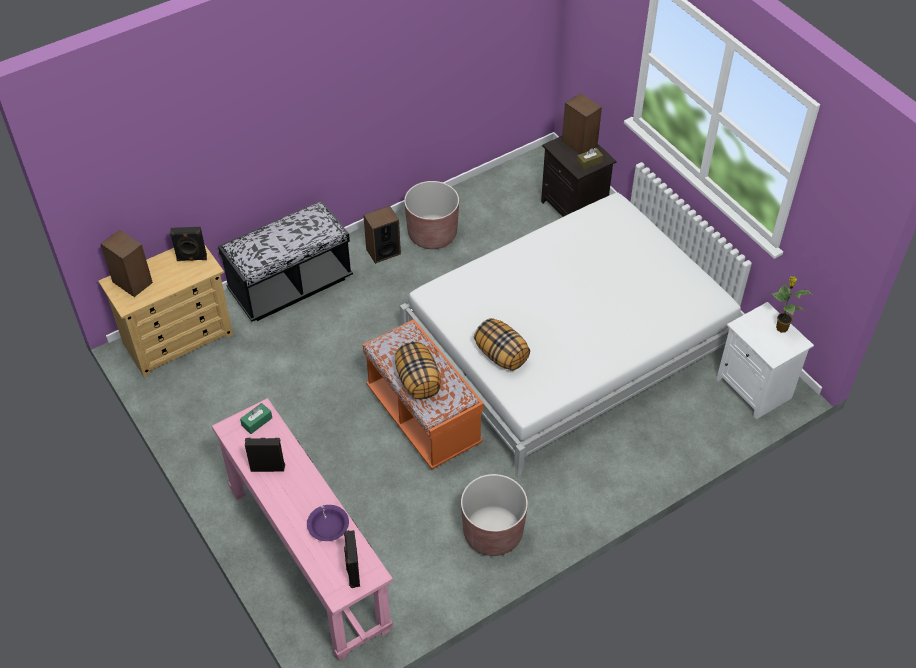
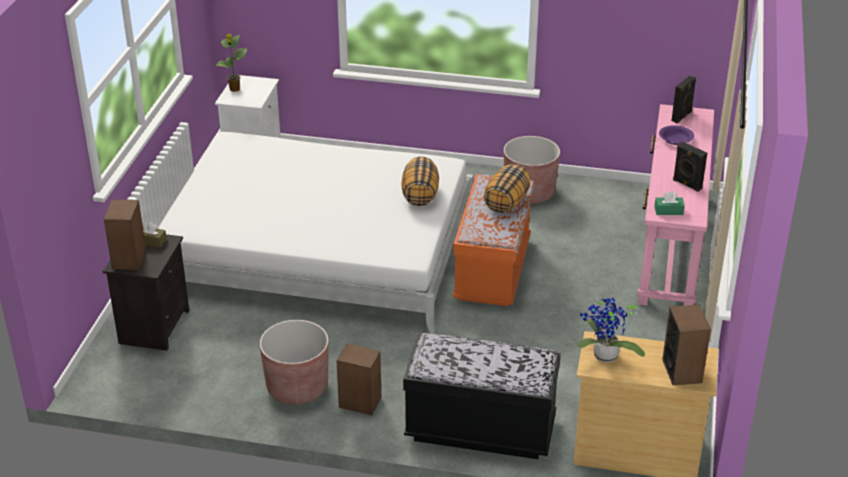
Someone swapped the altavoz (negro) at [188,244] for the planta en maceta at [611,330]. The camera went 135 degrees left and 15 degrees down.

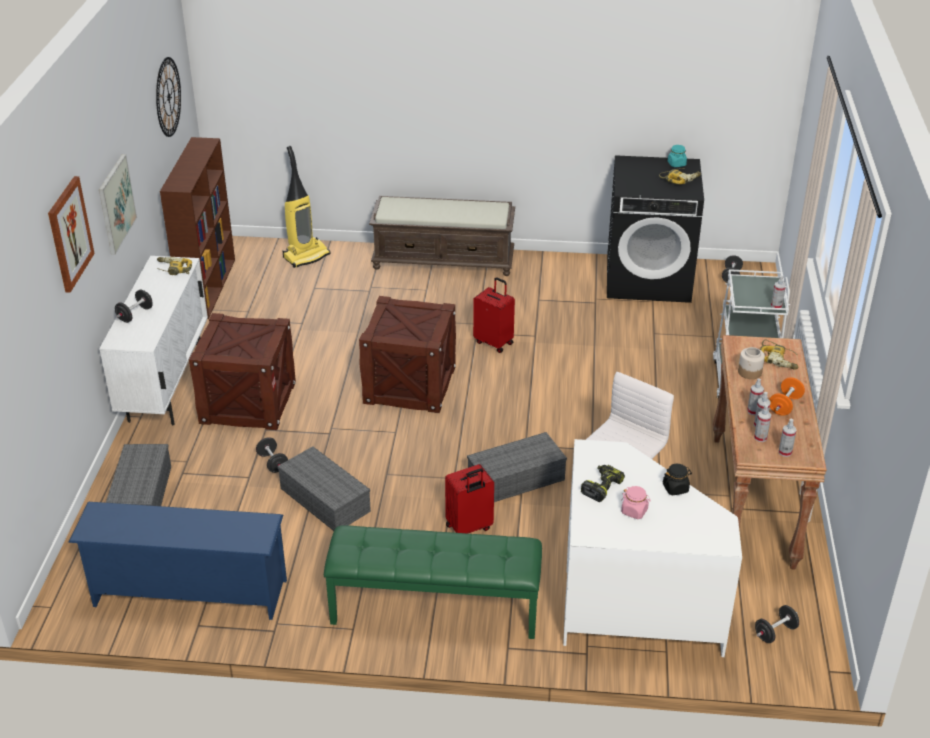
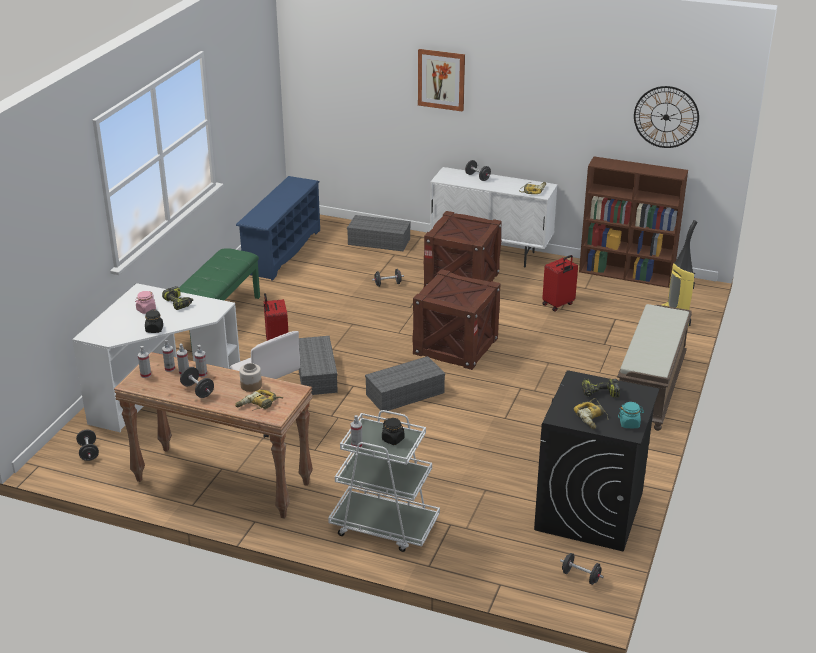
Someone repainted the mancuerna (naranja) at [787,396], which became the mancuerna (negro) at [197,382]. Someone carried the caja de almacenaje (gris) from [324,488] to [405,384]. Someone put down the tarro (negro) at [393,431]. Someone carried the maleta (rojo) from [494,315] to [560,283]. Someone put down the taladro at [601,388]. Someone took away the cuadro at [118,204]. The camera went 105 degrees right and 5 degrees down.

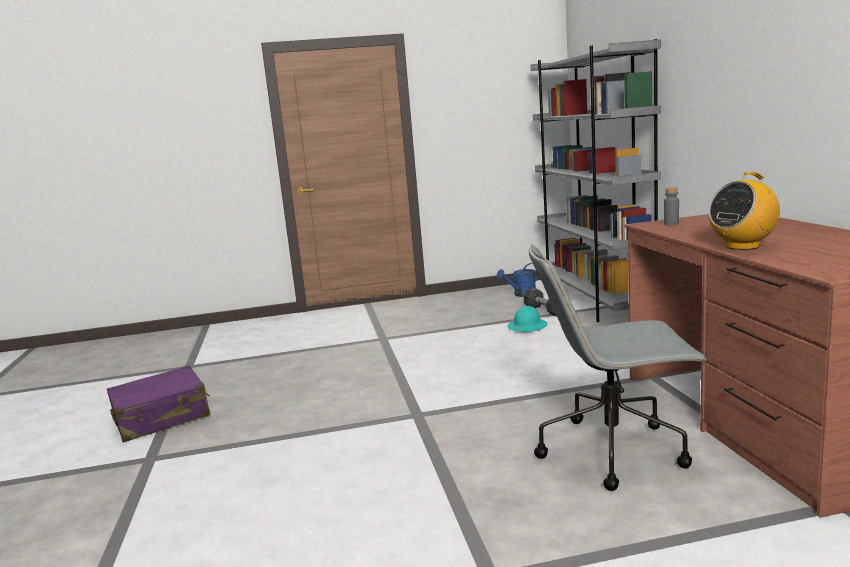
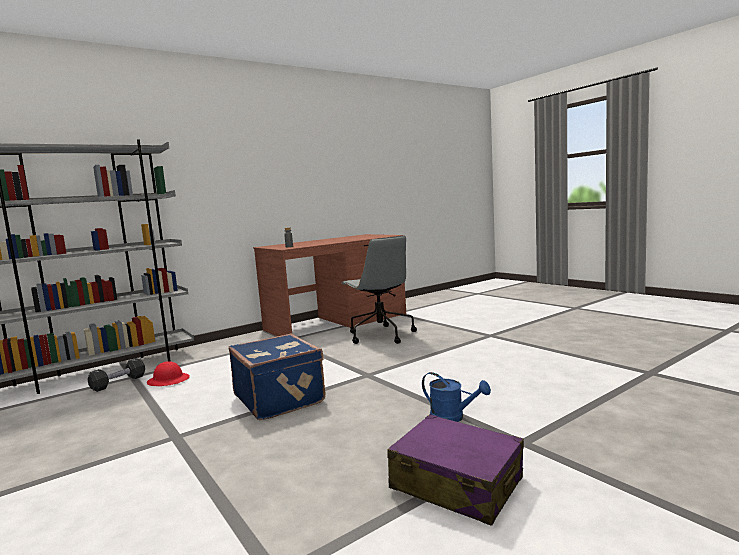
Someone repainted the casco (turquesa) at [528,319], which became the casco (rojo) at [168,373]. Someone put down the maleta (azul) at [277,377]. Someone carried the regadera (azul) from [517,280] to [456,397]. Someone took away the radio at [744,211]. The camera went 115 degrees left and 5 degrees down.

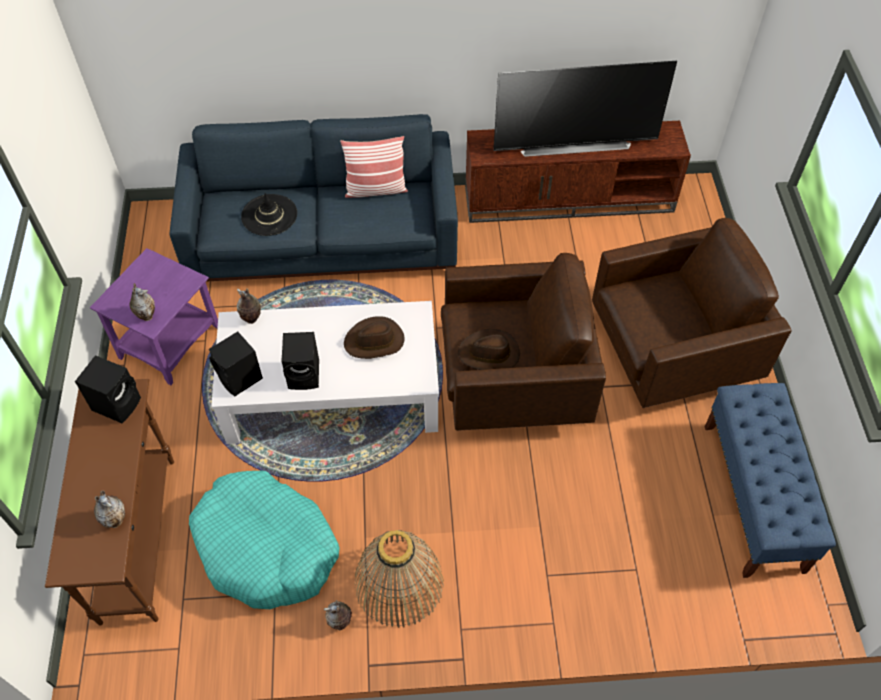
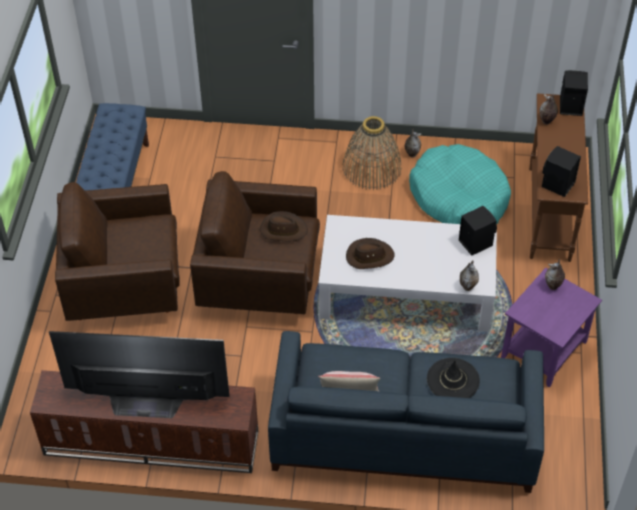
Someone carried the altavoz (negro) from [300,361] to [574,93]. The camera went 170 degrees left and 5 degrees down.

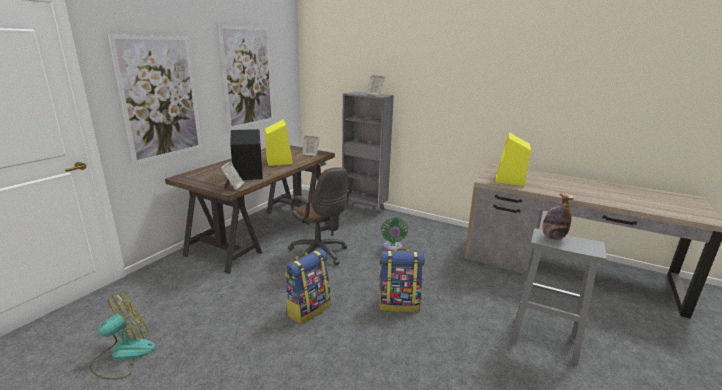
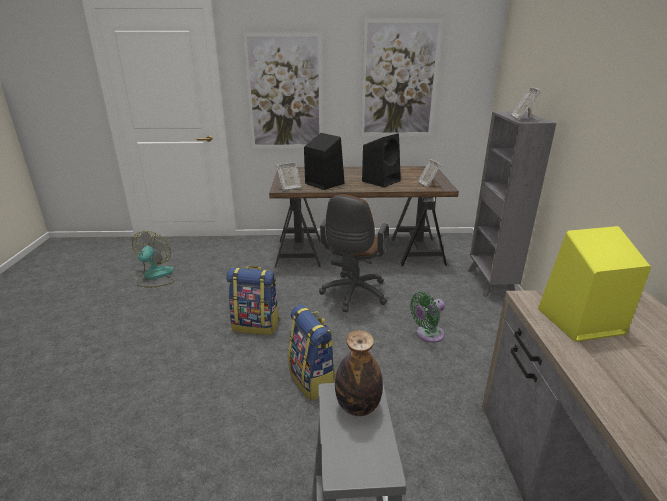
Someone rotated the ventilador at [122,336] by 90 degrees counterclockwise. Someone repainted the altavoz (amarillo) at [279,143], which became the altavoz (negro) at [381,160]. The camera went 60 degrees right and 5 degrees up.

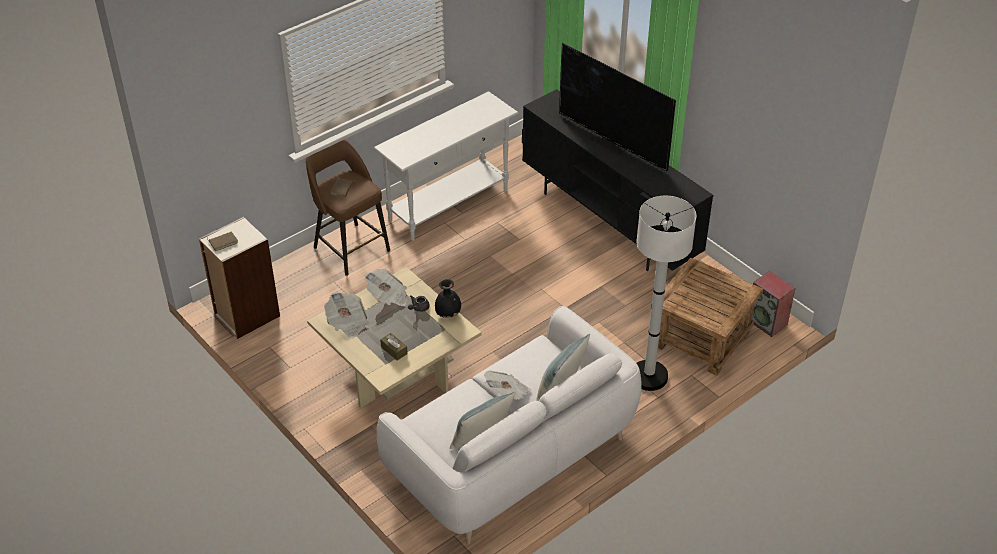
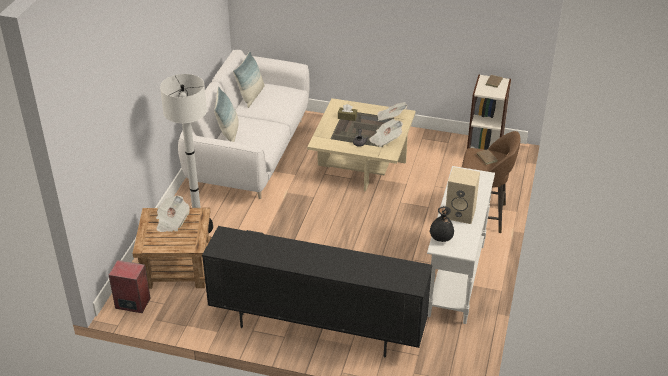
Someone carried the periódico from [507,385] to [173,213]. Someone carried the florero (negro) from [448,298] to [441,224]. Someone put down the altavoz (beis) at [463,195]. Someone took away the televisor at [617,106]. The camera went 145 degrees right and 5 degrees down.

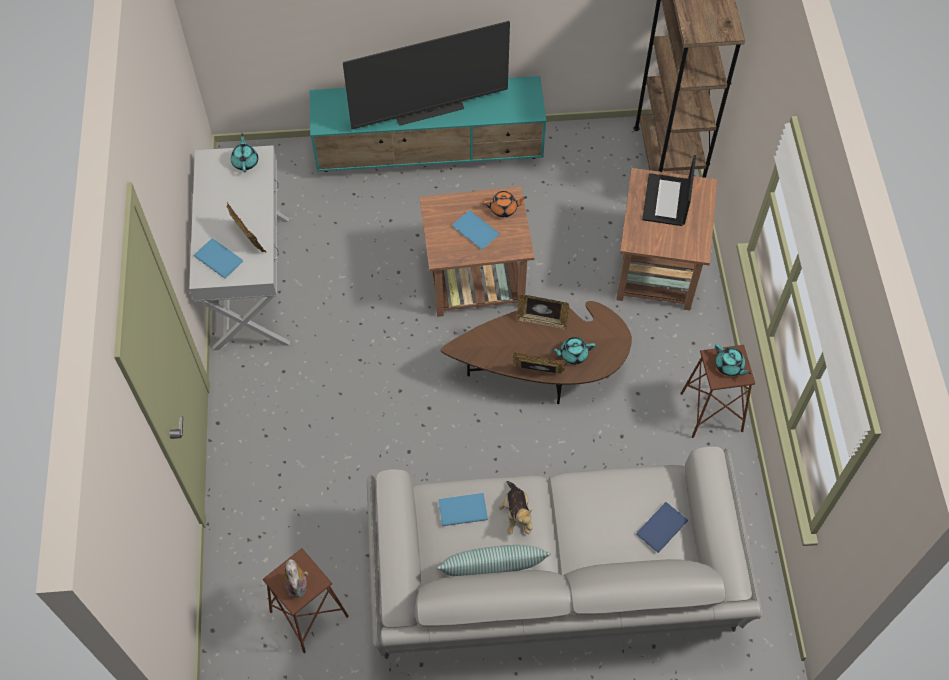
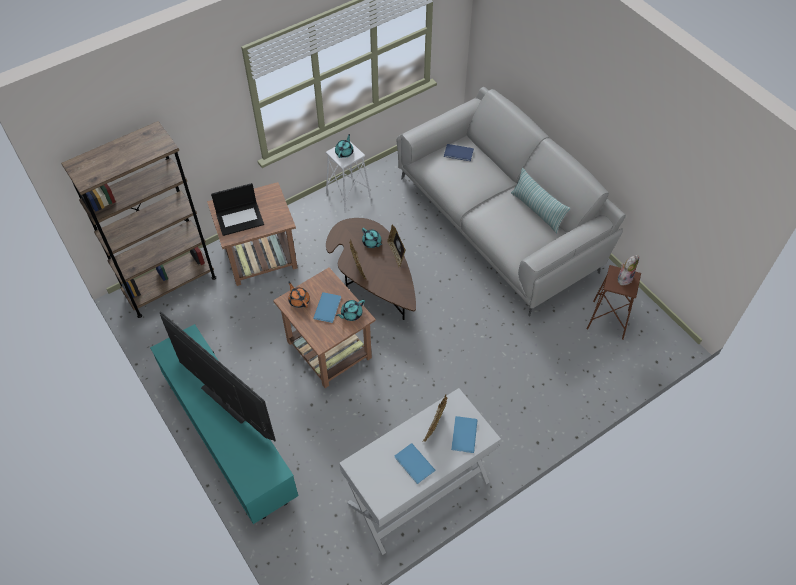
Someone repainted the taburete (marrón) at [717,391], which became the taburete (blanco) at [348,177]. Someone carried the tetera (turquesa) from [244,153] to [350,310]. Someone carried the libro (azul) from [463,509] to [415,463]. Someone took away the peluche at [516,507]. The camera went 120 degrees left and 5 degrees down.

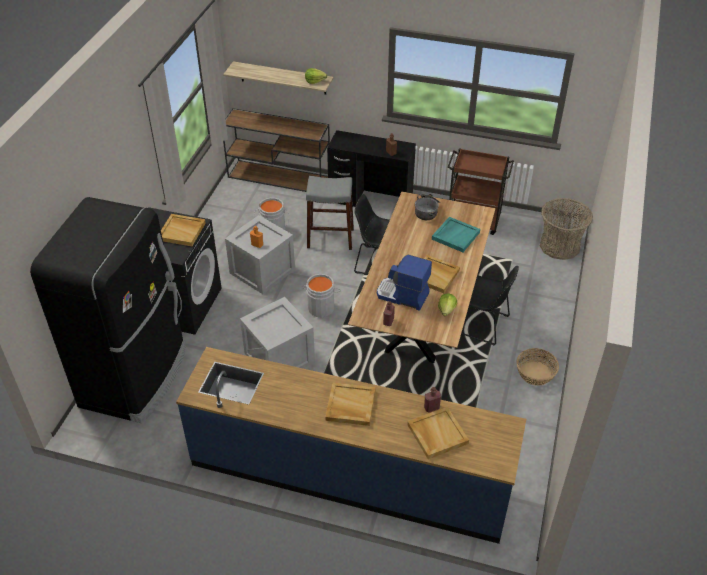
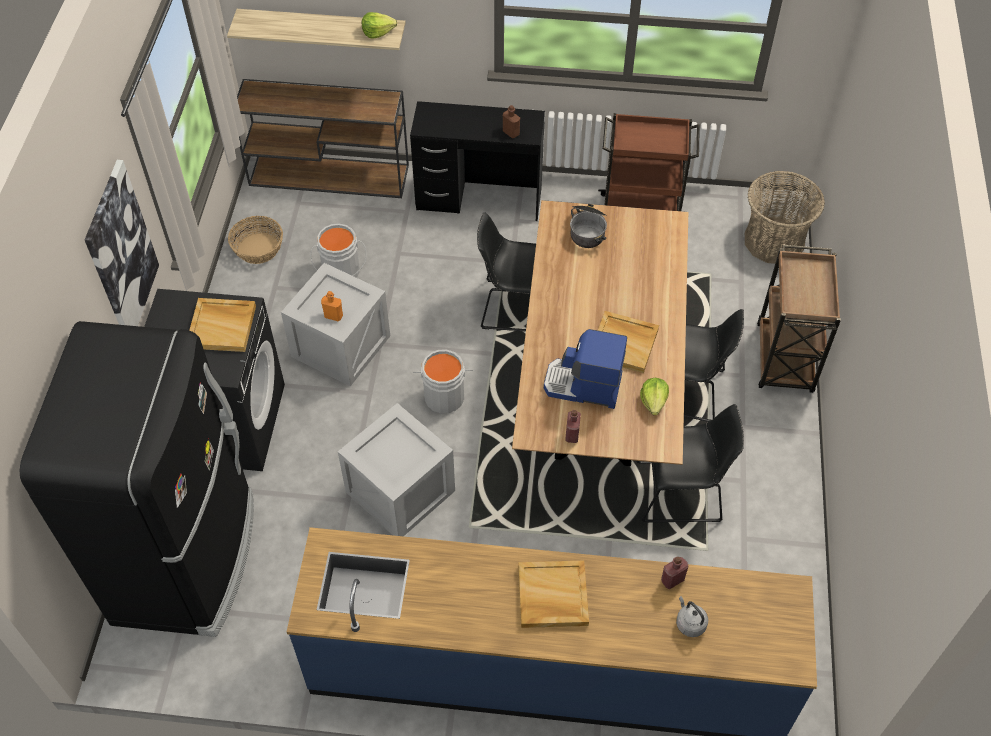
Someone put up the cuadro at [122,243]. Someone carried the cesta from [538,367] to [255,240]. Someone put down the silla (negro) at [690,463]. Someone swapped the bandeja (beis) at [438,433] for the hervidor (gris) at [692,616]. Someone put down the carrito (marrón) at [799,319]. Someone took away the taburete (gris) at [330,213]. Someone took away the bandeja (turquesa) at [456,234]. The camera went 10 degrees left and 10 degrees up.

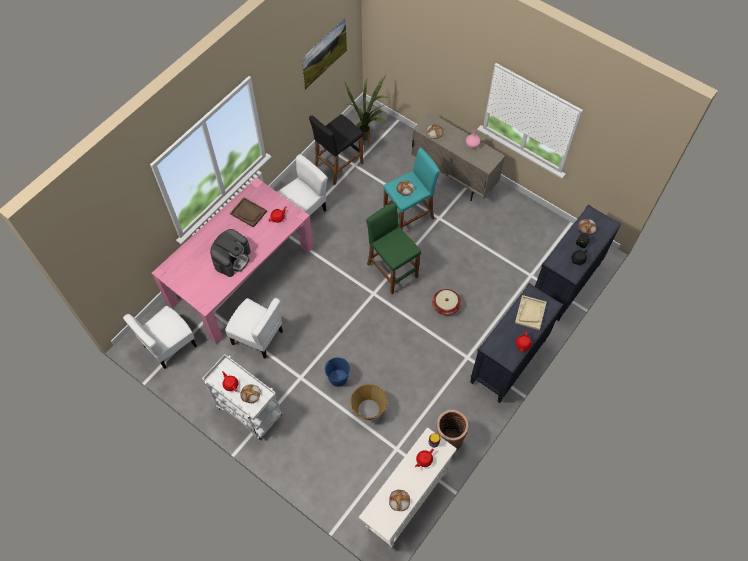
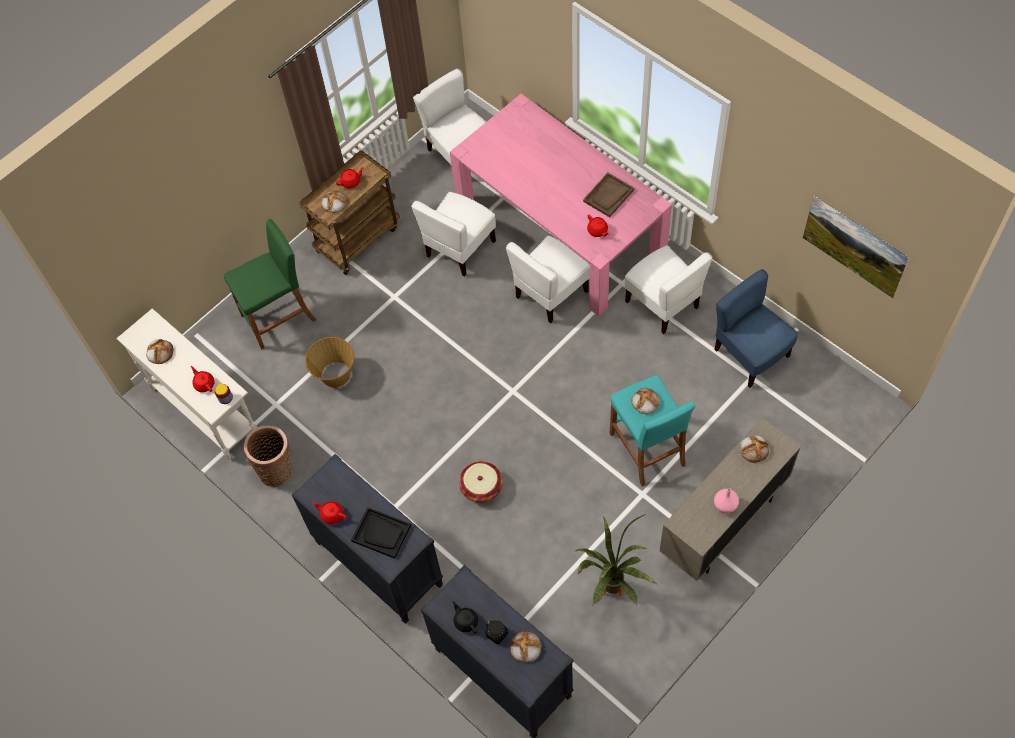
Someone carried the taburete (verde) from [393,248] to [270,284]. Someone repainted the carrito (blanco) at [242,397], which became the carrito (marrón) at [349,212]. Someone repainted the bandeja (beis) at [531,312], which became the bandeja (negro) at [381,533]. Someone put down the silla (blanco) at [548,279]. Someone carried the planta en maceta from [367,109] to [616,560]. Someone swapped the taburete (negro) at [336,149] for the silla (azul) at [756,328]. Someone took away the cafetera at [230,253]. Someone took away the cubo (azul) at [337,372]. The camera went 100 degrees right and 0 degrees up.

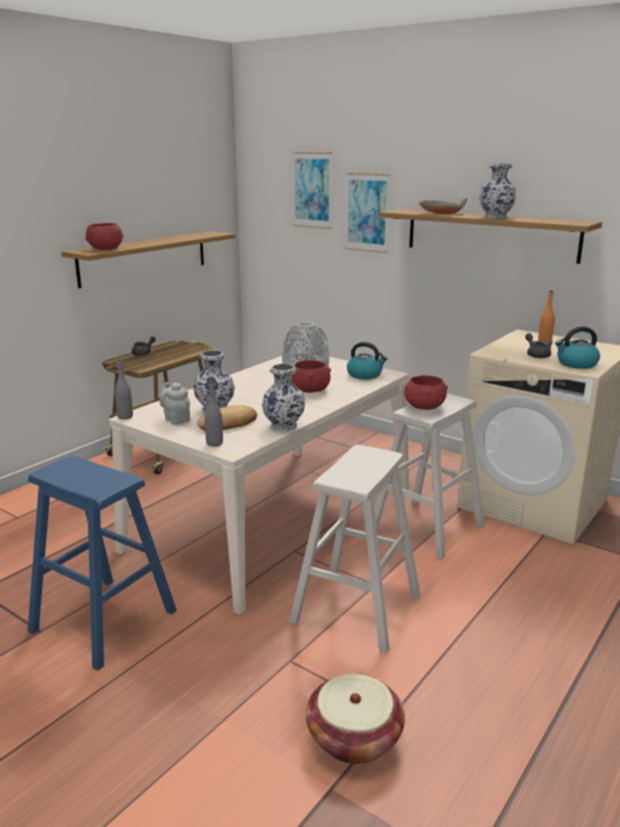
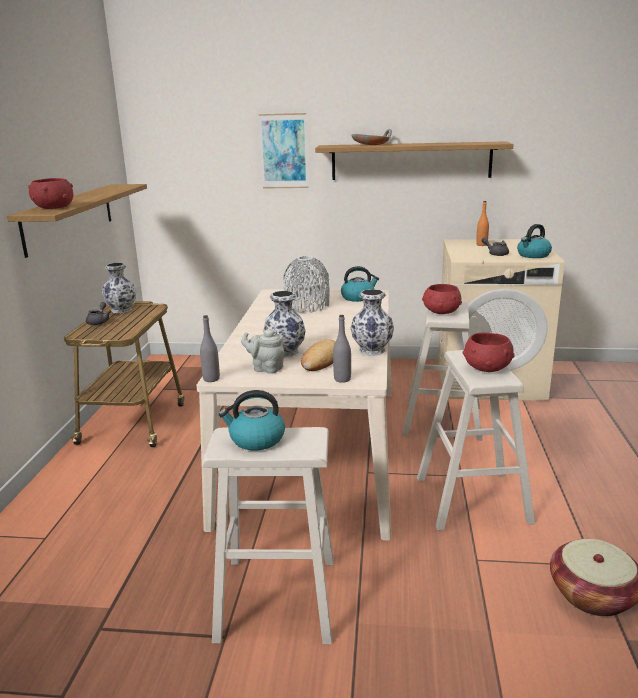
Someone carried the florero from [497,190] to [119,288]. Someone repainted the taburete (azul) at [102,563], which became the taburete (beis) at [268,536]. Someone put down the hervidor at [252,420]. Someone carried the cuenco (rojo) from [311,376] to [489,352]. Someone took away the cuadro at [312,190]. The camera went 30 degrees left and 0 degrees up.

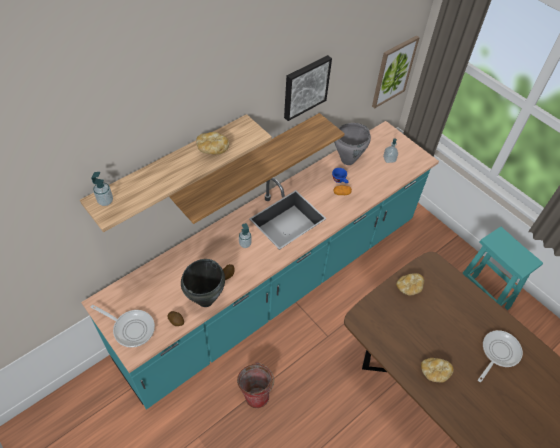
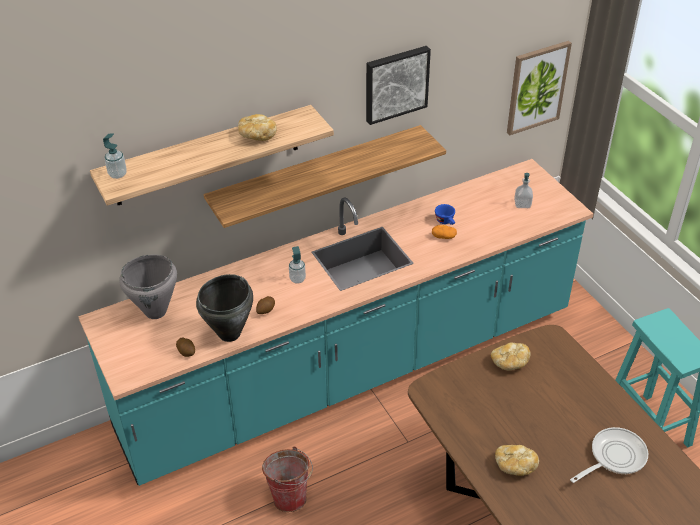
Someone carried the olla (gris) from [352,144] to [148,286]. Someone took away the sartén at [122,326]. The camera went 15 degrees right and 10 degrees down.

